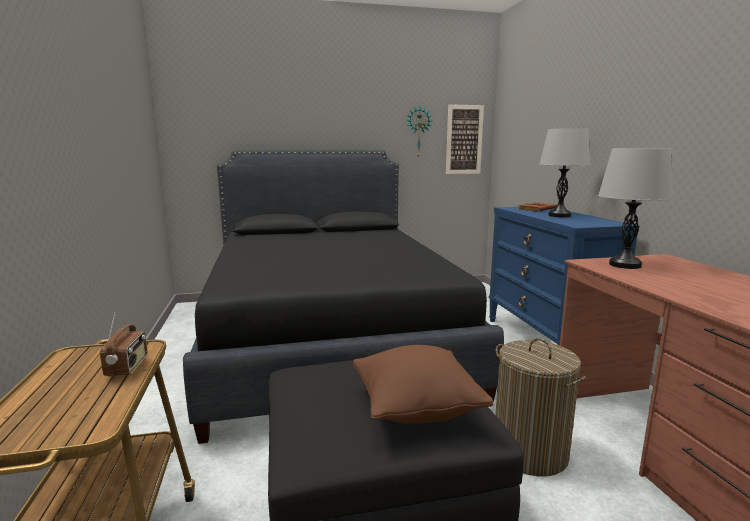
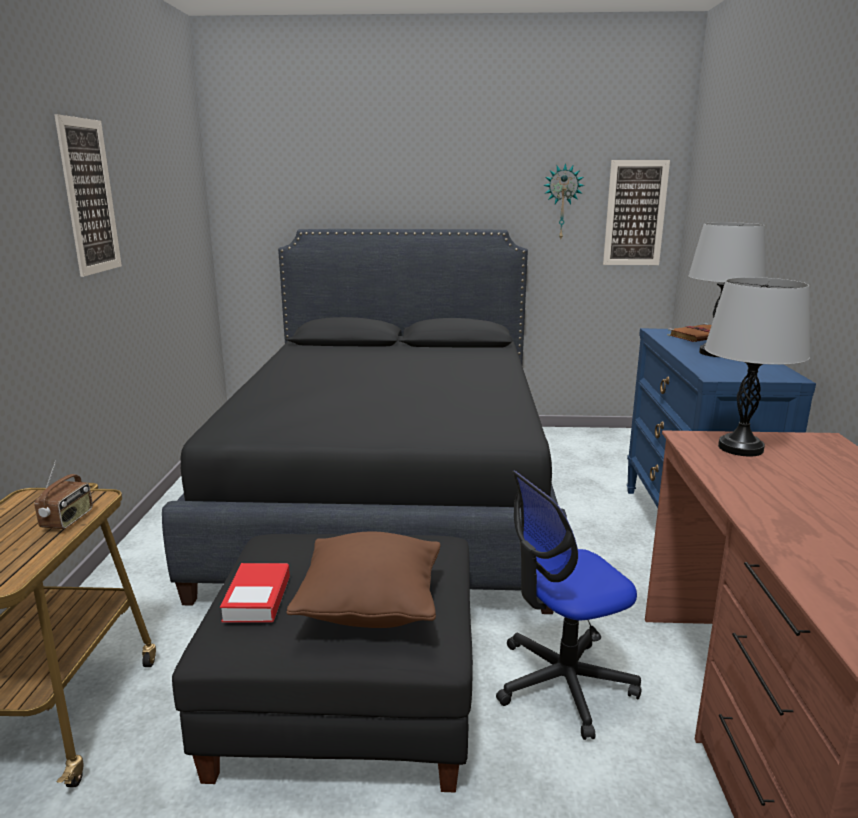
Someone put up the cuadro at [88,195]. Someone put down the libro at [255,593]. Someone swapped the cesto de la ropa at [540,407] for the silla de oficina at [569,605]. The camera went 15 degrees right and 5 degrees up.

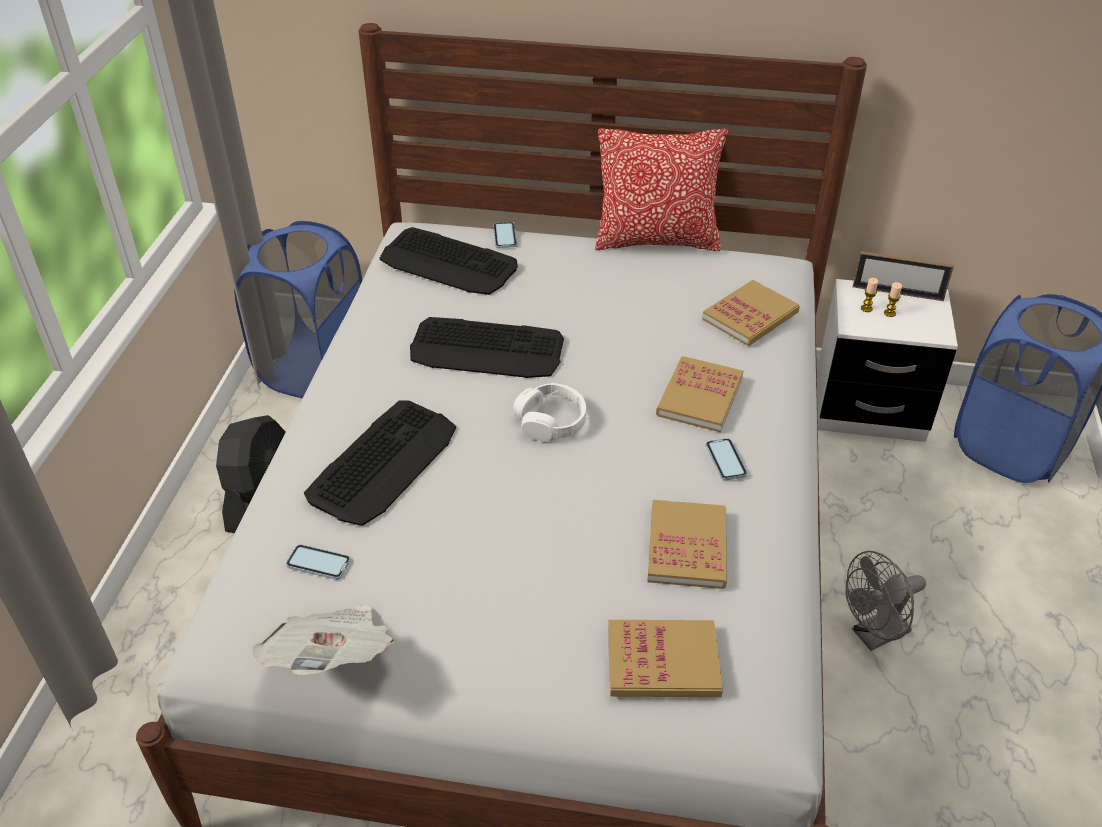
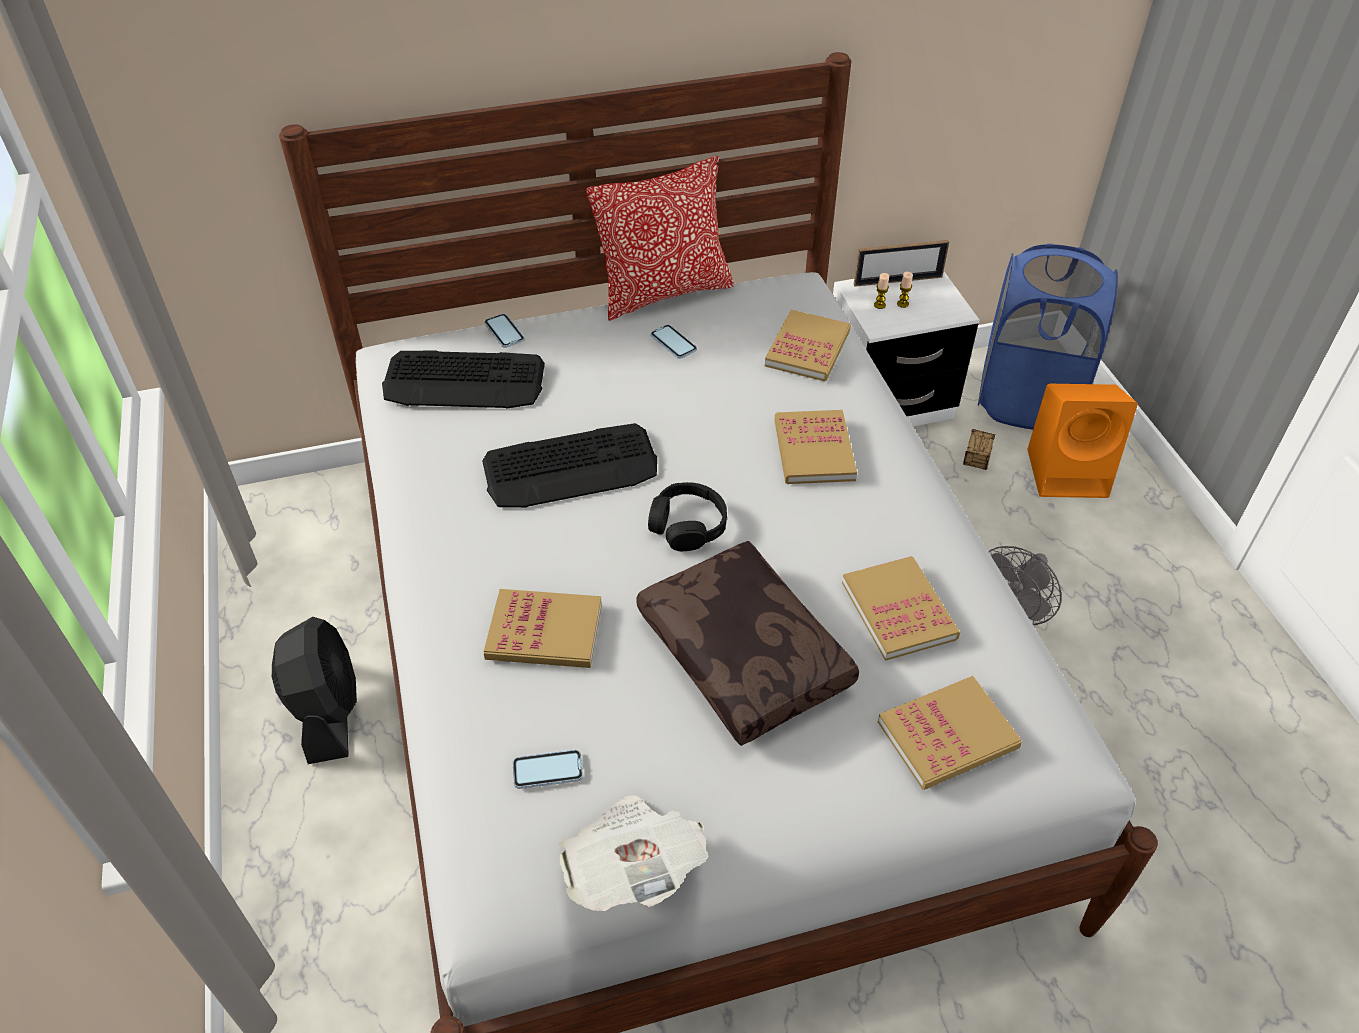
Someone swapped the teclado at [380,463] for the libro at [543,628]. Someone put down the cojín (marrón) at [747,643]. Someone repainted the auriculares (blanco) at [549,412], which became the auriculares (negro) at [687,516]. Someone carried the móvil from [726,459] to [674,342]. Someone put down the caja de almacenaje at [979,449]. Someone put down the altavoz (naranja) at [1082,441]. Someone took away the cesto de la ropa (azul) at [298,309]. The camera went 25 degrees left and 5 degrees up.

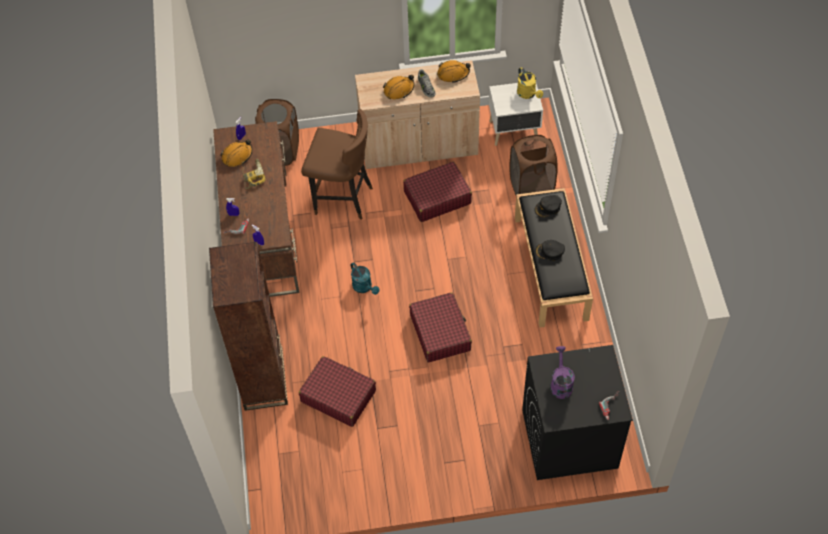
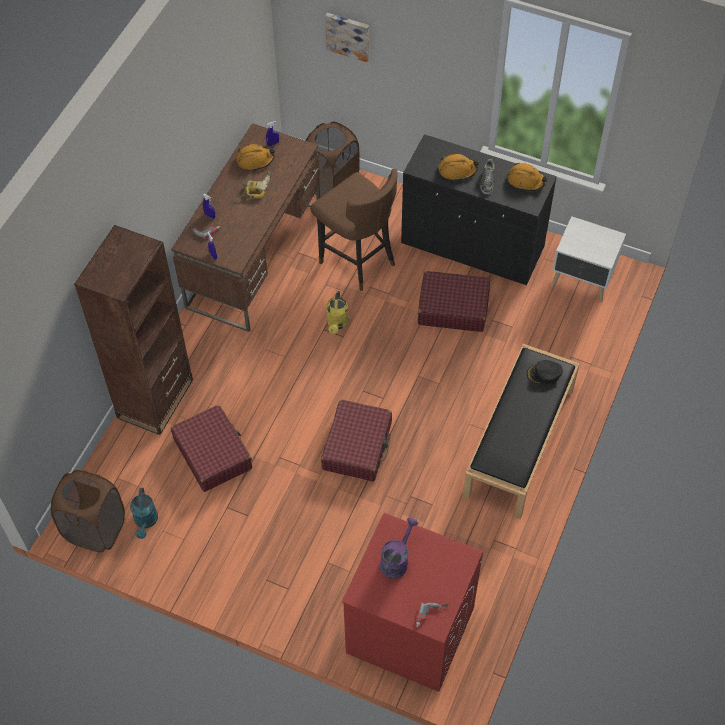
Someone carried the cesto de la ropa (marrón) from [533,164] to [88,511]. Someone carried the regadera (turquesa) from [364,278] to [144,513]. Someone put up the cuadro at [347,37]. Someone carried the regadera (amarillo) from [530,83] to [337,312]. Someone repainted the lavadora (negro) at [577,412], which became the lavadora (rojo) at [412,602]. Someone repainted the armario (beis) at [417,114], which became the armario (negro) at [479,209]. Someone took away the gorra (negro) at [550,250]. The camera went 30 degrees right and 0 degrees up.

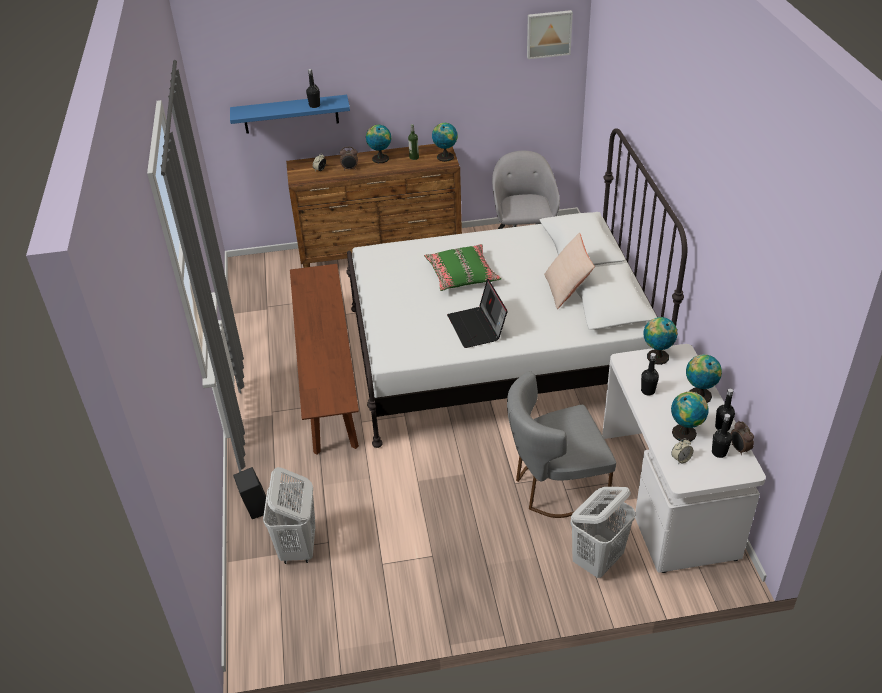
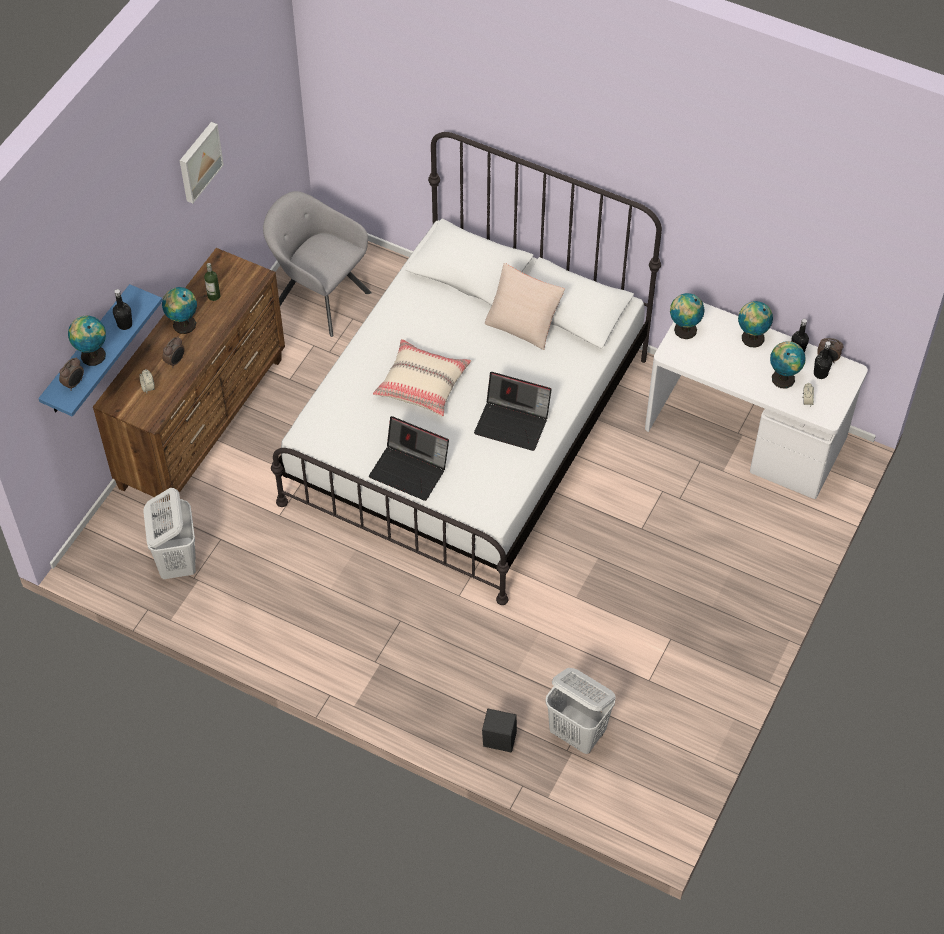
Someone put down the despertador at [71,374]. Someone carried the globo terráqueo from [445,142] to [87,341]. Someone carried the cesto de la ropa (blanco) from [603,532] to [169,533]. Someone carried the cuadro from [550,34] to [202,163]. Someone put down the portátil at [409,458]. Someone repainted the cojín (verde) at [462,267], which became the cojín (beis) at [422,377]. Someone took away the banco (marrón) at [324,359]. Someone took away the silla (gris) at [561,444]. Someone took away the botella (negro) at [650,374]. The camera went 55 degrees left and 15 degrees up.

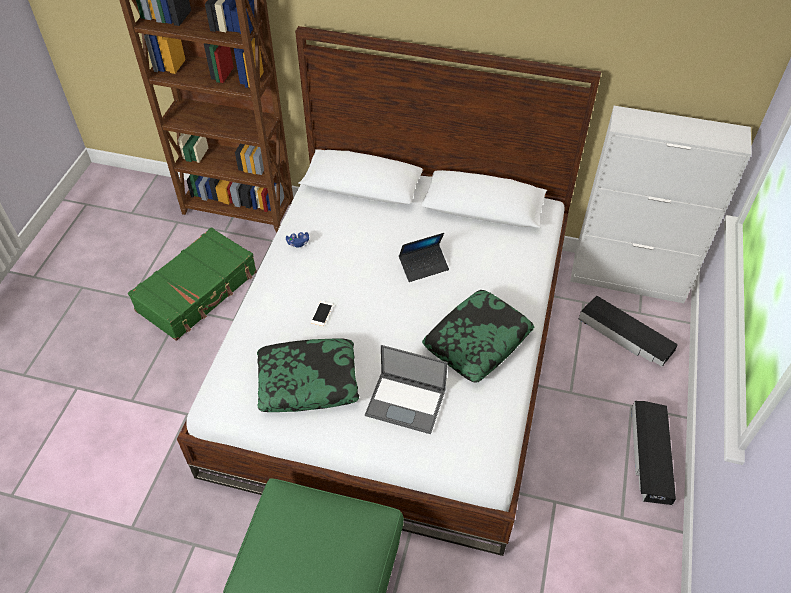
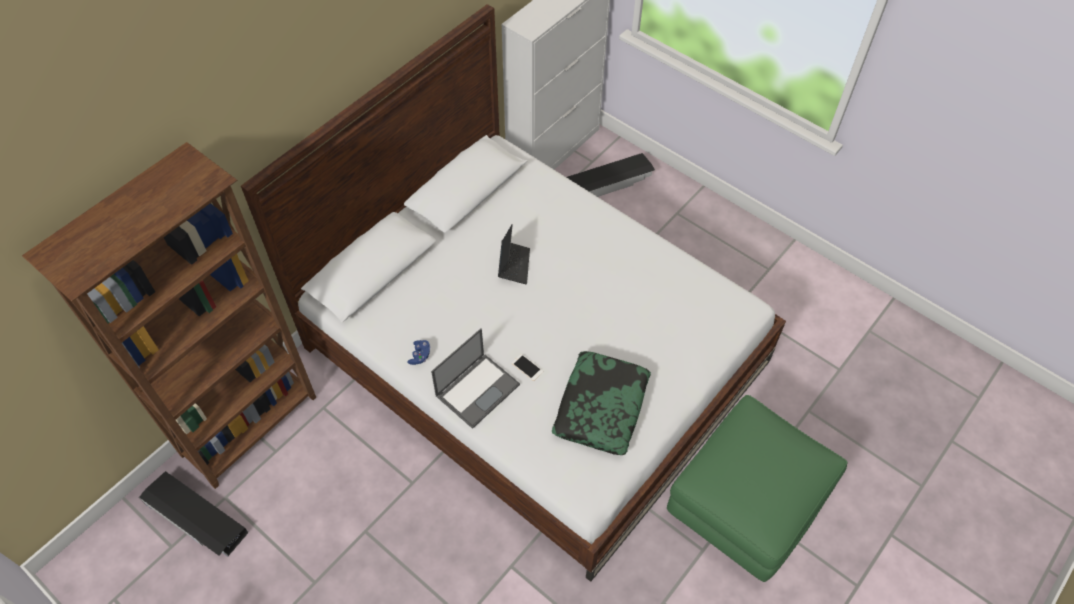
Someone carried the caja de almacenaje (negro) from [653,453] to [194,514]. Someone carried the portátil from [406,389] to [475,379]. Someone took away the maleta (verde) at [192,284]. Someone took away the cojín at [478,336]. The camera went 65 degrees left and 5 degrees up.

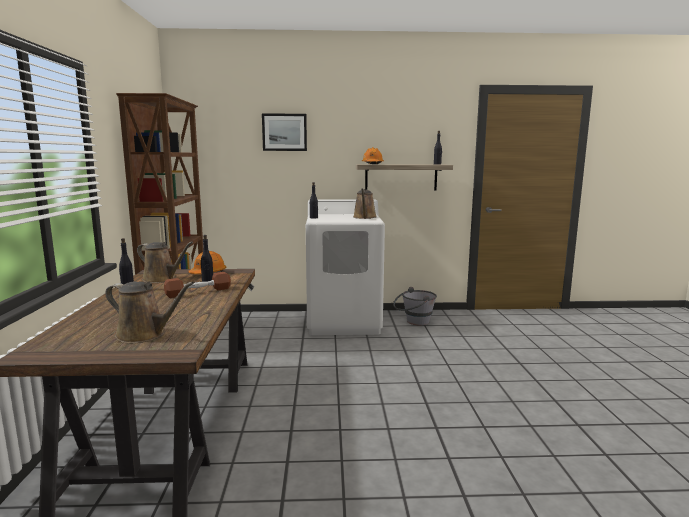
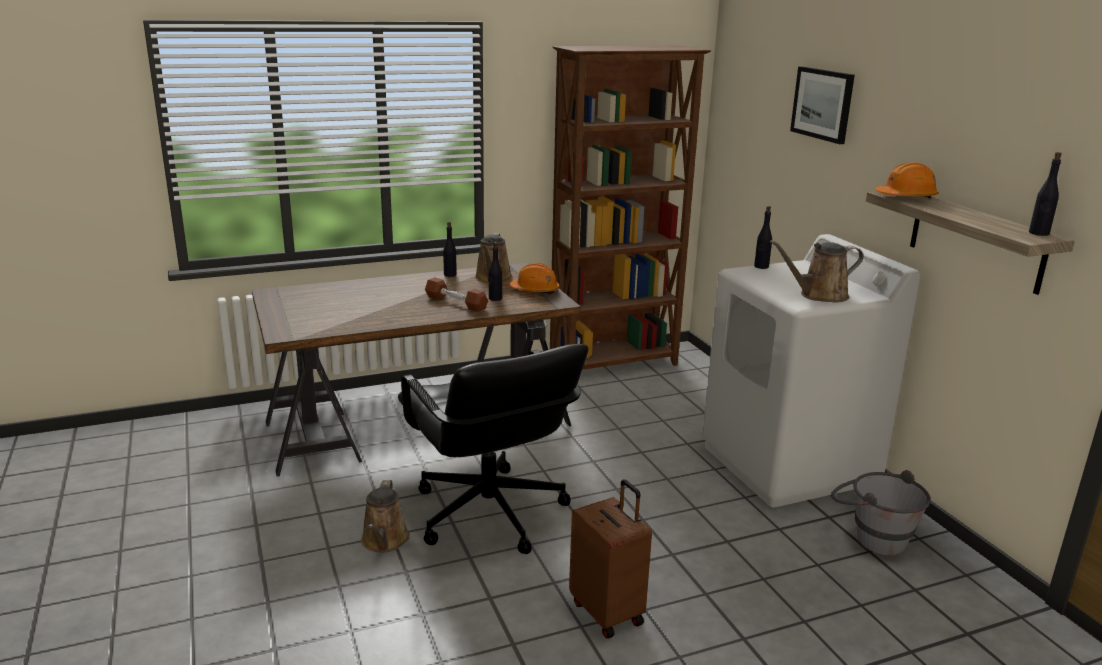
Someone carried the regadera (marrón) from [149,312] to [385,516]. Someone put down the silla de oficina (negro) at [493,449]. Someone put down the maleta (marrón) at [610,558]. The camera went 70 degrees right and 10 degrees up.

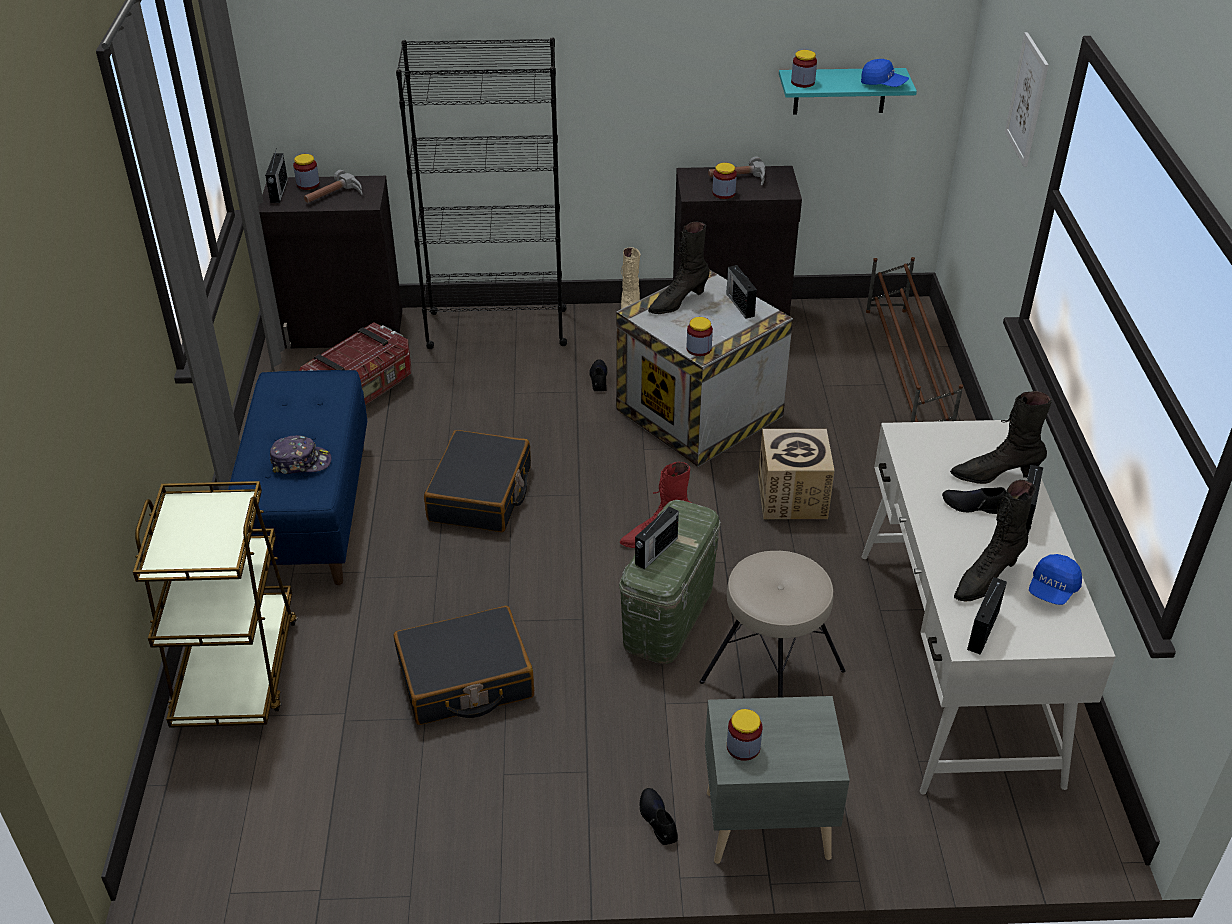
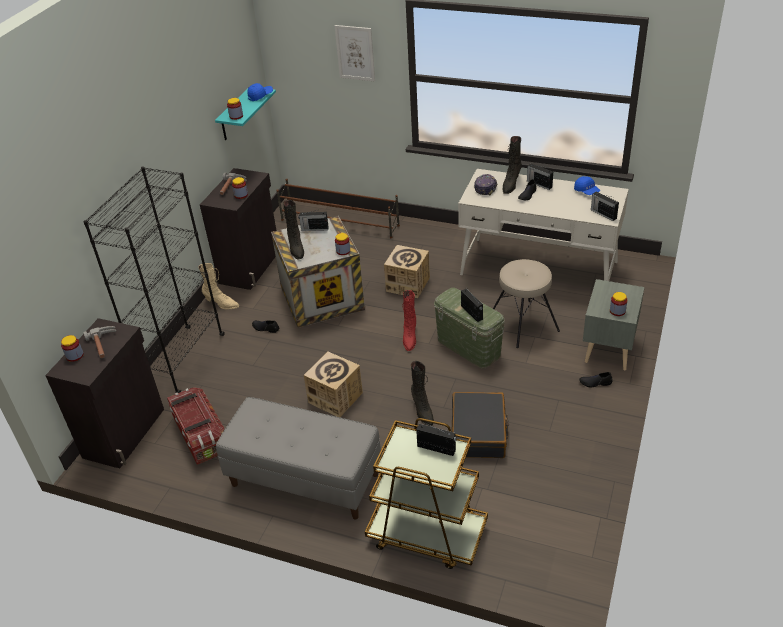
Someone repainted the banco (azul) at [297,477], which became the banco (gris) at [298,458]. Someone swapped the maleta (negro) at [477,481] for the caja de cartón at [333,384]. Someone carried the bota (negro) from [995,541] to [422,393]. Someone carried the radio from [276,177] to [436,439]. Someone carried the gorra from [301,454] to [485,185]. The camera went 65 degrees left and 0 degrees up.

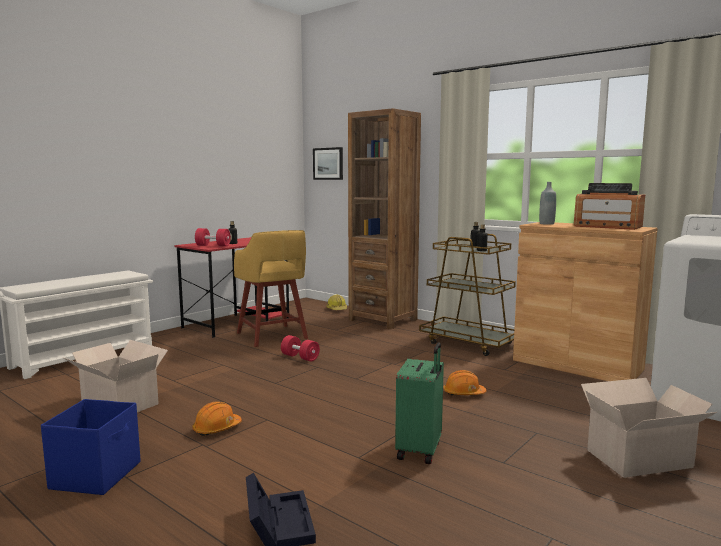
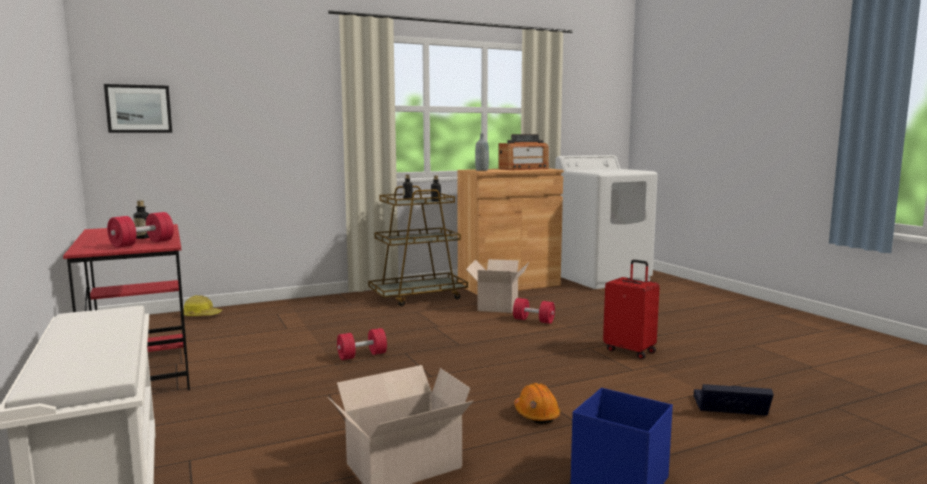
Someone carried the caja de cartón from [649,428] to [497,286]. Someone swapped the casco (naranja) at [464,382] for the mancuerna (rojo) at [534,311]. Someone repainted the maleta (verde) at [419,403], which became the maleta (rojo) at [631,309]. Someone took away the taburete (amarillo) at [271,288]. Someone took away the estantería (marrón) at [384,218]. The camera went 65 degrees left and 0 degrees up.

